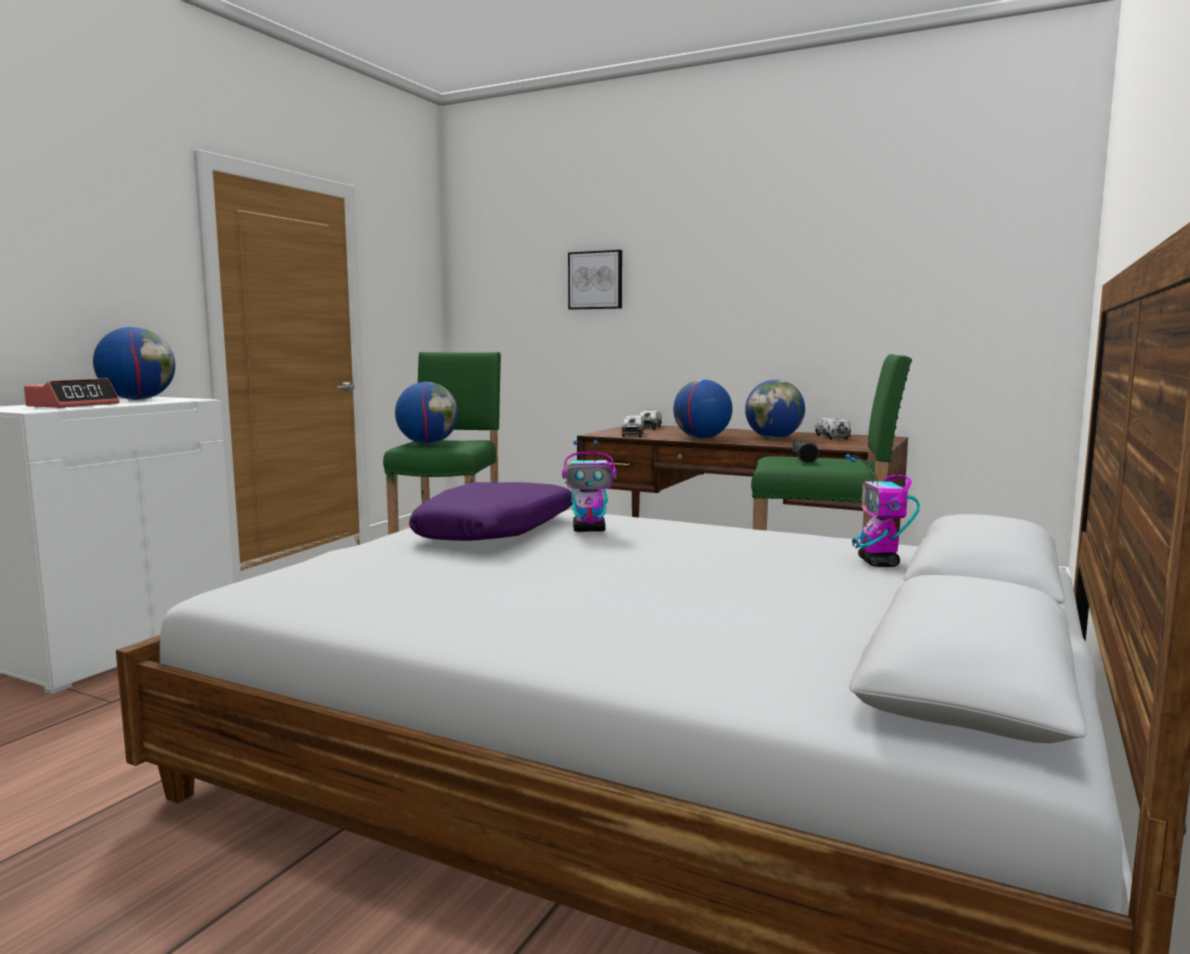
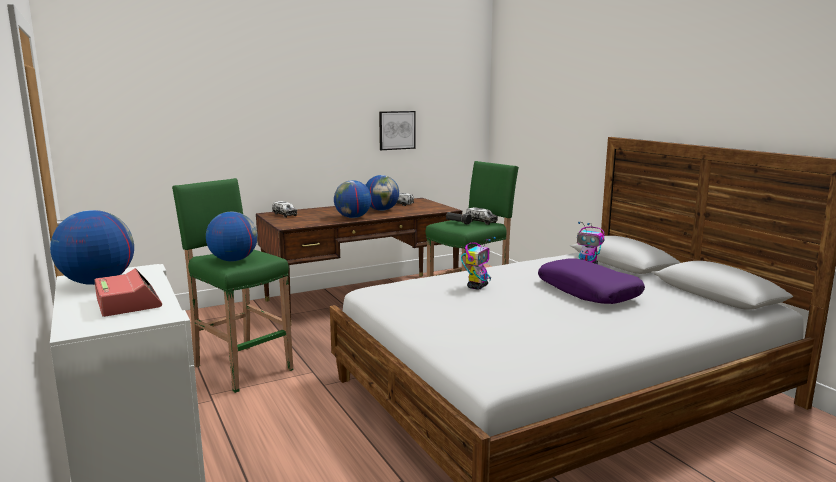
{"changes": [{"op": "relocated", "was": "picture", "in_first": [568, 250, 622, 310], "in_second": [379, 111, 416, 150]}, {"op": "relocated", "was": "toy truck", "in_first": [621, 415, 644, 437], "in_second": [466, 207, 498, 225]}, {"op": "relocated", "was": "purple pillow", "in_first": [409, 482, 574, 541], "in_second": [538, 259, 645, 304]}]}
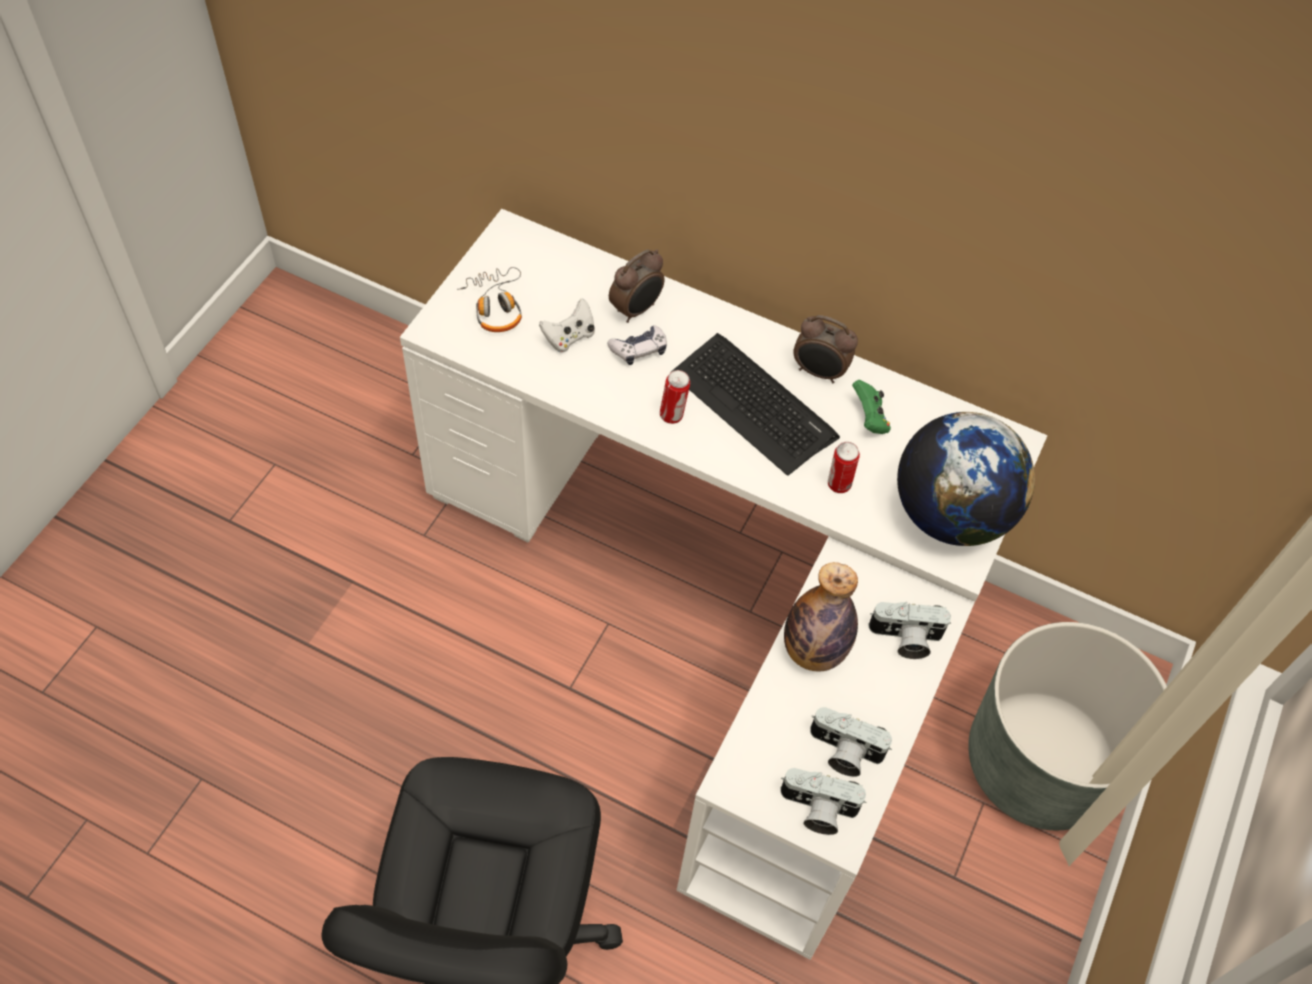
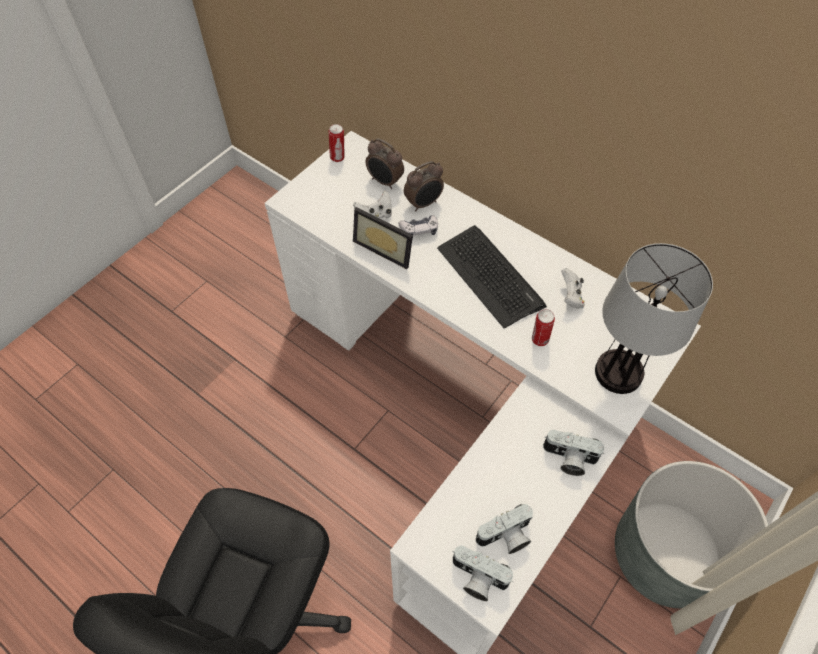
{"changes": [{"op": "relocated", "was": "can", "in_first": [660, 370, 690, 424], "in_second": [329, 124, 345, 162]}, {"op": "appeared", "now": "picture frame", "in_second": [353, 207, 413, 269]}, {"op": "relocated", "was": "alarm clock", "in_first": [793, 315, 858, 383], "in_second": [365, 138, 404, 189]}, {"op": "spun", "was": "photo camera", "in_first": [810, 707, 892, 777], "in_second": [476, 504, 533, 554], "clockwise": -60}, {"op": "colour", "was": "green game controller", "now": "white game controller", "in_first": [852, 380, 891, 434], "in_second": [561, 268, 585, 309]}, {"op": "exchanged", "was": "globe", "now": "table lamp", "in_first": [897, 412, 1035, 546], "in_second": [595, 243, 713, 394]}, {"op": "missing", "was": "headphones", "in_first": [457, 267, 522, 332]}, {"op": "missing", "was": "bottle", "in_first": [784, 562, 858, 672]}]}
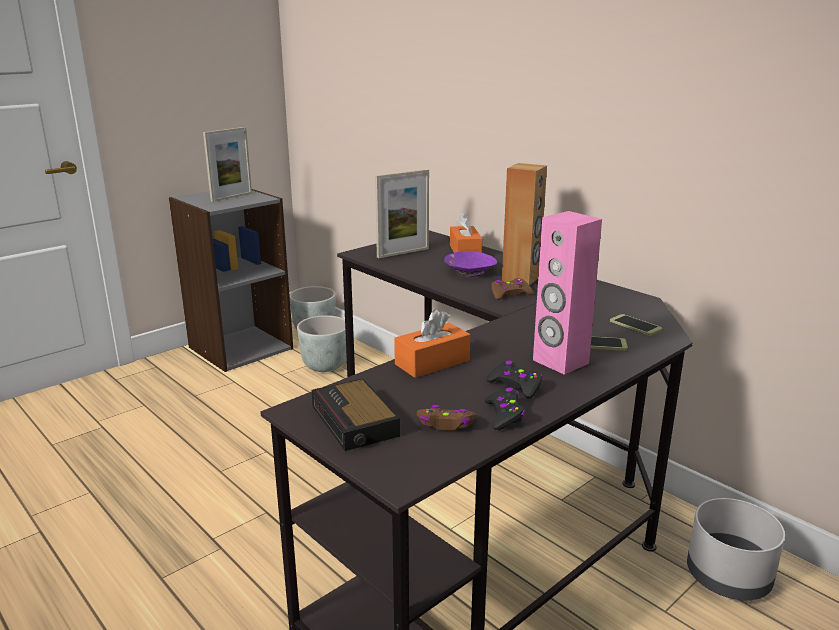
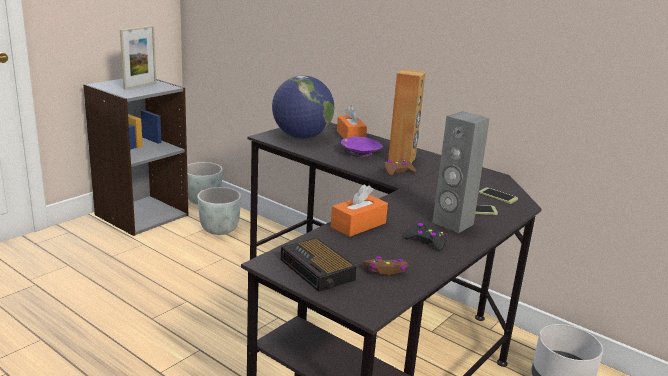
{"changes": [{"op": "exchanged", "was": "picture frame", "now": "globe", "in_first": [375, 169, 429, 258], "in_second": [272, 76, 334, 139]}, {"op": "colour", "was": "pink speaker", "now": "grey speaker", "in_first": [533, 211, 602, 375], "in_second": [432, 111, 490, 233]}, {"op": "missing", "was": "black game controller", "in_first": [485, 388, 525, 430]}]}
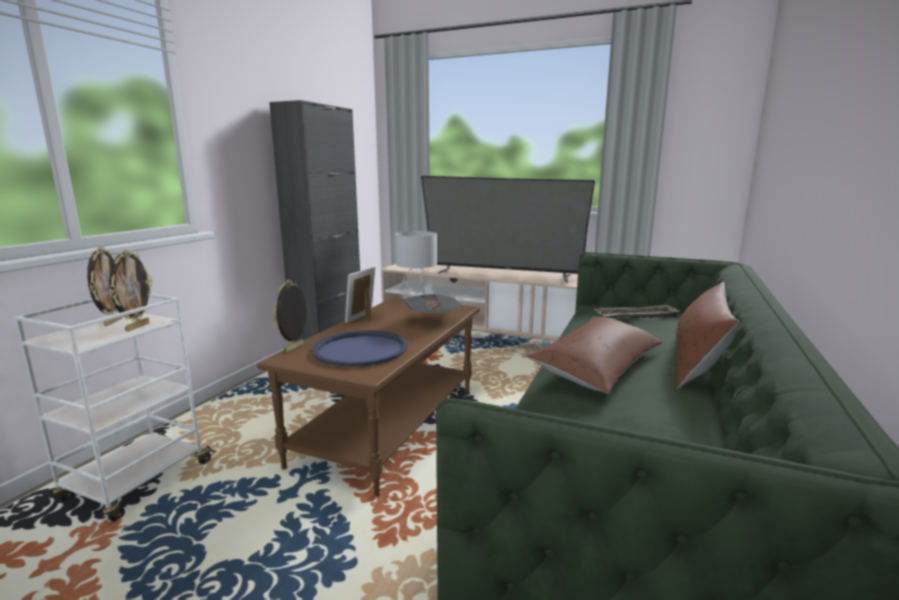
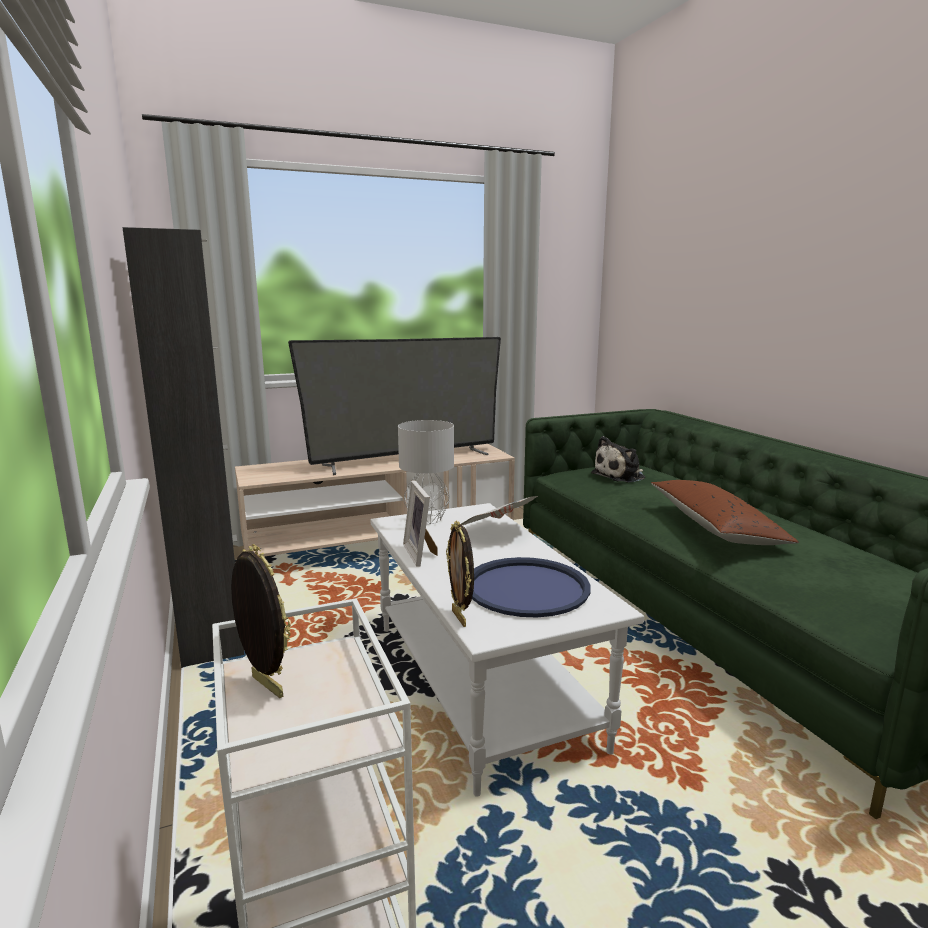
{"changes": [{"op": "colour", "was": "brown coffee table", "now": "white coffee table", "in_first": [257, 297, 480, 497], "in_second": [371, 503, 644, 797]}, {"op": "exchanged", "was": "tray", "now": "plush toy", "in_first": [593, 304, 679, 318], "in_second": [591, 436, 645, 483]}, {"op": "missing", "was": "picture frame", "in_first": [109, 249, 153, 332]}, {"op": "missing", "was": "brown pillow", "in_first": [675, 282, 739, 389]}]}
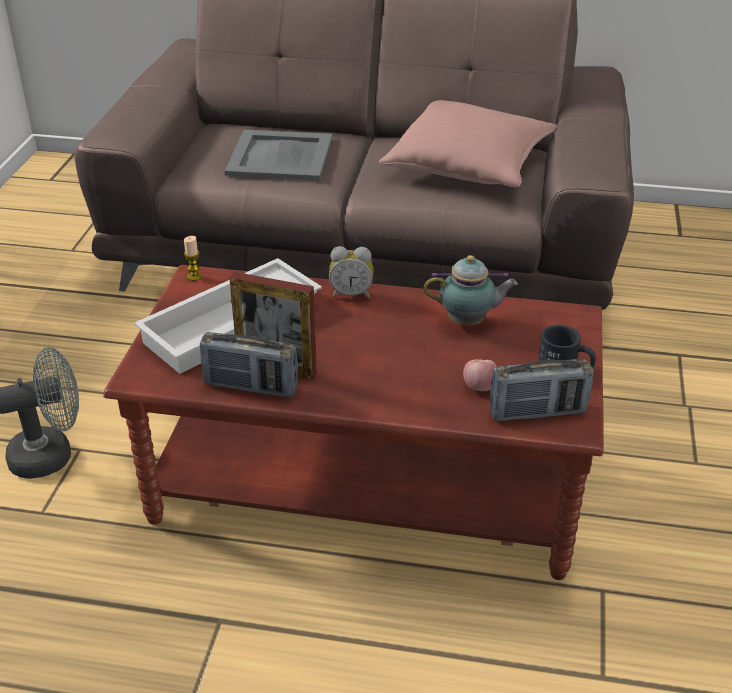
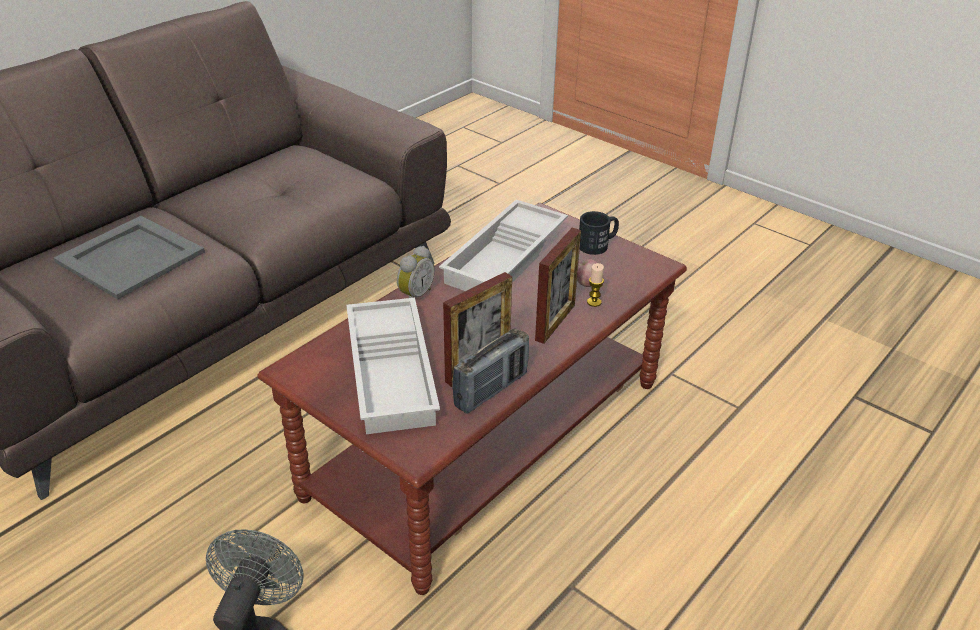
{"changes": [{"op": "exchanged", "was": "teapot", "now": "white tray", "in_first": [424, 255, 518, 326], "in_second": [439, 200, 568, 291]}, {"op": "appeared", "now": "picture frame", "in_second": [535, 228, 581, 344]}, {"op": "relocated", "was": "candle", "in_first": [184, 236, 202, 281], "in_second": [587, 263, 604, 307]}, {"op": "missing", "was": "pink pillow", "in_first": [379, 100, 557, 187]}, {"op": "missing", "was": "radio", "in_first": [489, 359, 594, 421]}]}
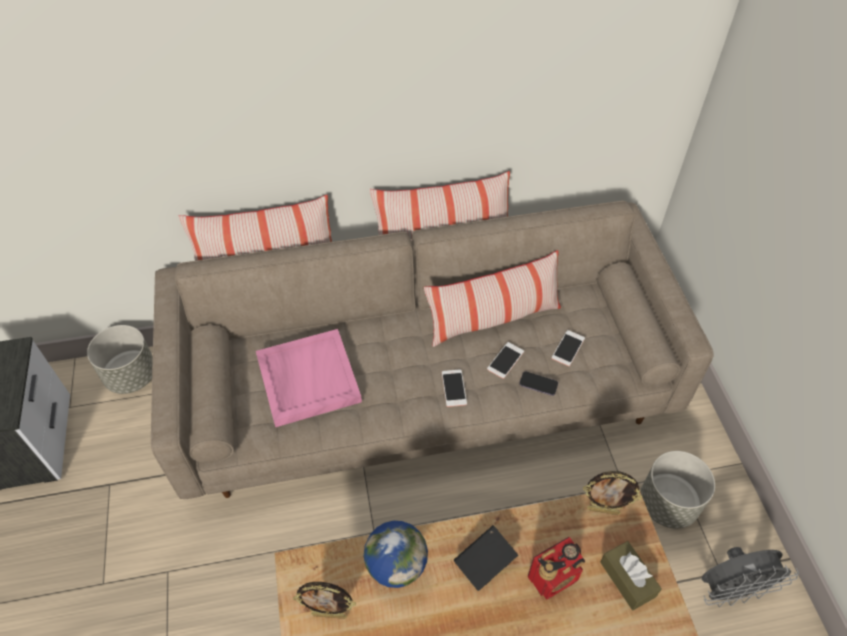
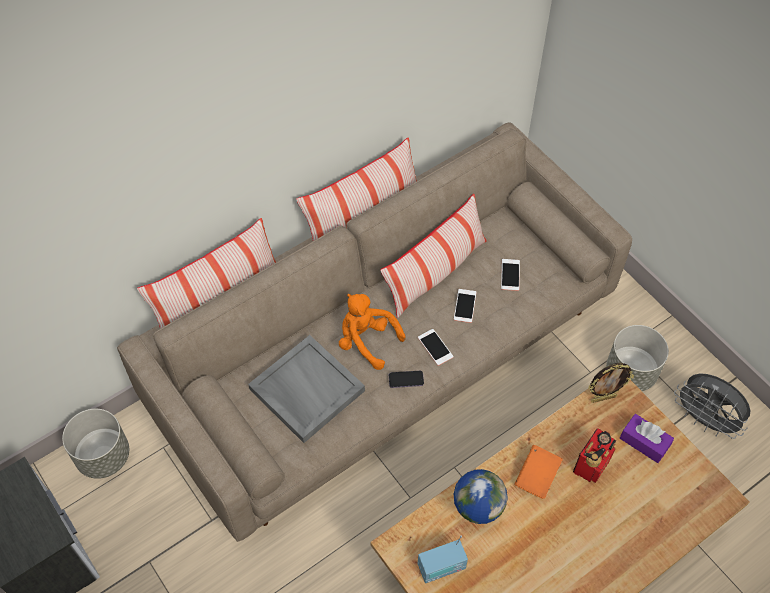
{"changes": [{"op": "colour", "was": "pink tray", "now": "grey tray", "in_first": [256, 329, 362, 427], "in_second": [248, 335, 365, 443]}, {"op": "appeared", "now": "orange plush toy", "in_second": [339, 294, 406, 370]}, {"op": "relocated", "was": "phone", "in_first": [519, 371, 558, 396], "in_second": [389, 371, 424, 388]}, {"op": "exchanged", "was": "picture frame", "now": "radio", "in_first": [293, 582, 356, 619], "in_second": [418, 536, 468, 583]}, {"op": "colour", "was": "black book", "now": "orange book", "in_first": [454, 525, 518, 591], "in_second": [514, 445, 563, 499]}, {"op": "colour", "was": "brown tissue box", "now": "purple tissue box", "in_first": [600, 541, 662, 610], "in_second": [620, 414, 674, 463]}, {"op": "spun", "was": "grey fan", "in_first": [702, 547, 799, 607], "in_second": [674, 374, 750, 439], "clockwise": 75}]}
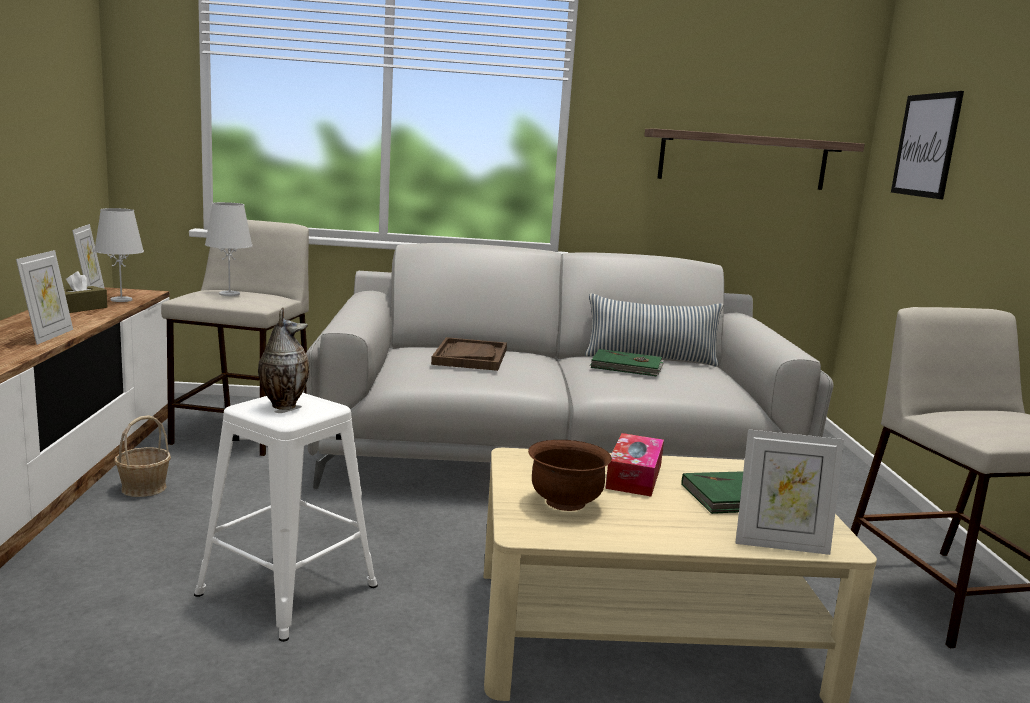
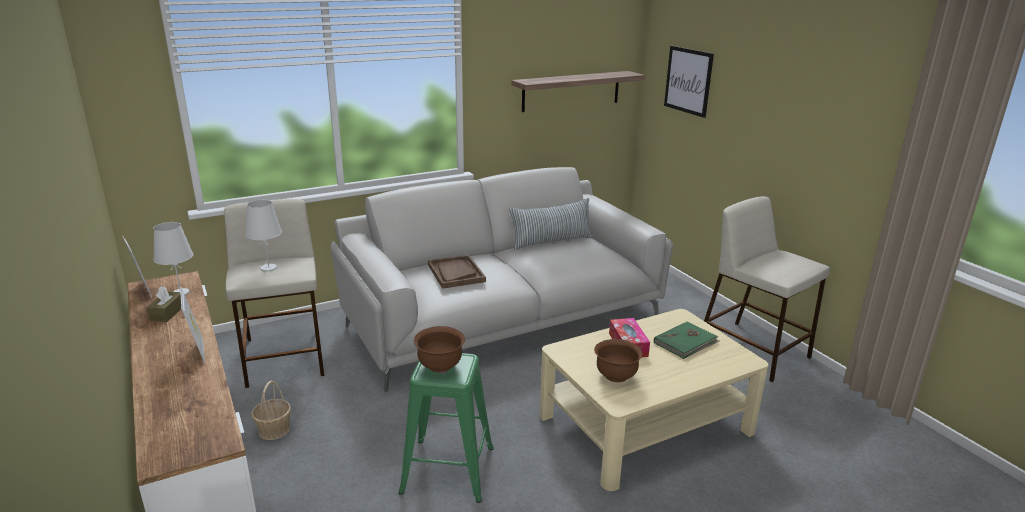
{"changes": [{"op": "colour", "was": "white stool", "now": "green stool", "in_first": [194, 393, 378, 642], "in_second": [399, 353, 494, 503]}, {"op": "exchanged", "was": "vase", "now": "brown bowl", "in_first": [258, 307, 309, 410], "in_second": [414, 326, 465, 373]}, {"op": "missing", "was": "green book", "in_first": [590, 349, 664, 377]}, {"op": "missing", "was": "picture frame", "in_first": [735, 429, 844, 555]}]}
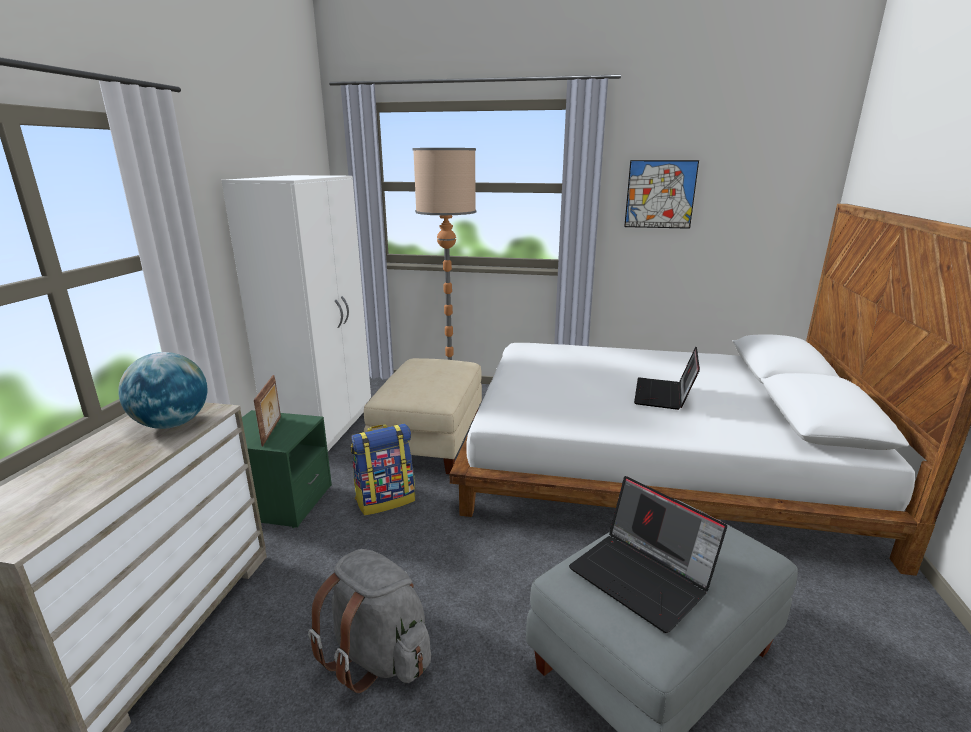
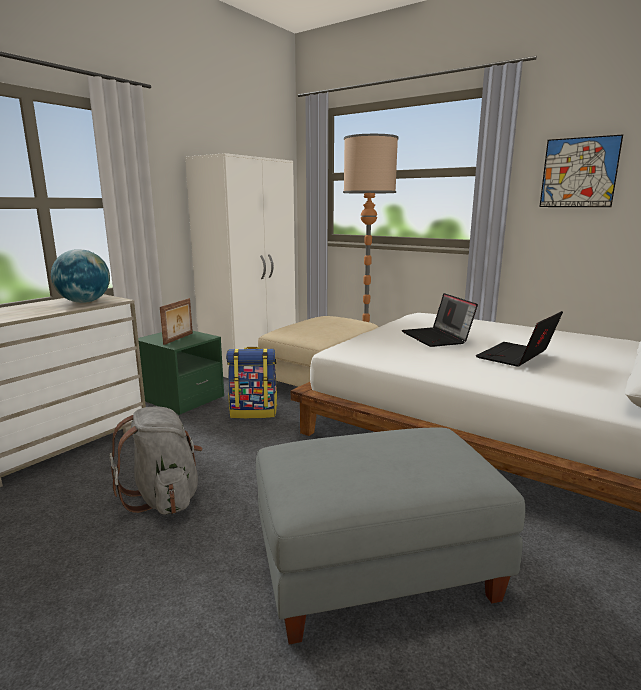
{"changes": [{"op": "relocated", "was": "laptop", "in_first": [569, 476, 727, 633], "in_second": [402, 293, 478, 347]}]}
